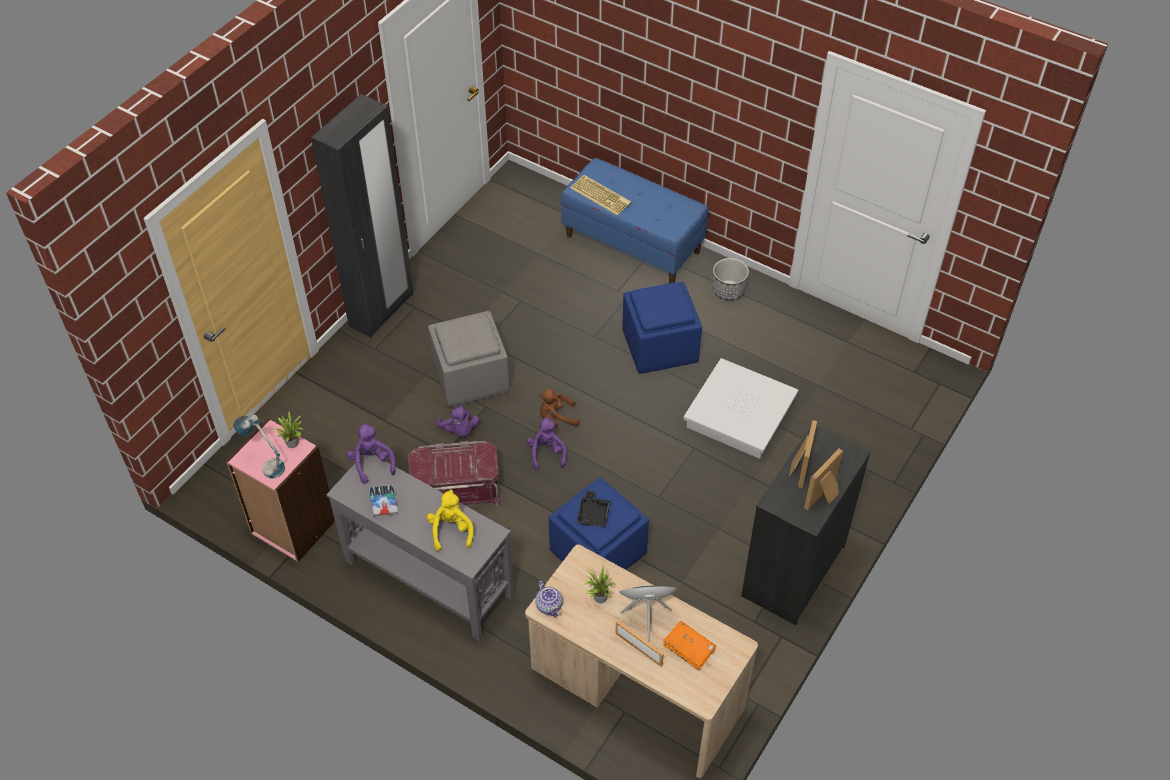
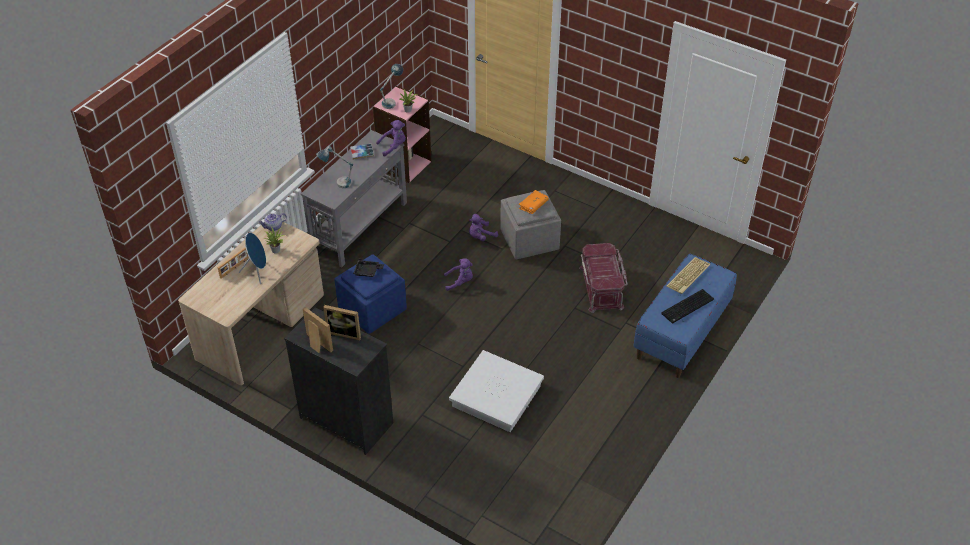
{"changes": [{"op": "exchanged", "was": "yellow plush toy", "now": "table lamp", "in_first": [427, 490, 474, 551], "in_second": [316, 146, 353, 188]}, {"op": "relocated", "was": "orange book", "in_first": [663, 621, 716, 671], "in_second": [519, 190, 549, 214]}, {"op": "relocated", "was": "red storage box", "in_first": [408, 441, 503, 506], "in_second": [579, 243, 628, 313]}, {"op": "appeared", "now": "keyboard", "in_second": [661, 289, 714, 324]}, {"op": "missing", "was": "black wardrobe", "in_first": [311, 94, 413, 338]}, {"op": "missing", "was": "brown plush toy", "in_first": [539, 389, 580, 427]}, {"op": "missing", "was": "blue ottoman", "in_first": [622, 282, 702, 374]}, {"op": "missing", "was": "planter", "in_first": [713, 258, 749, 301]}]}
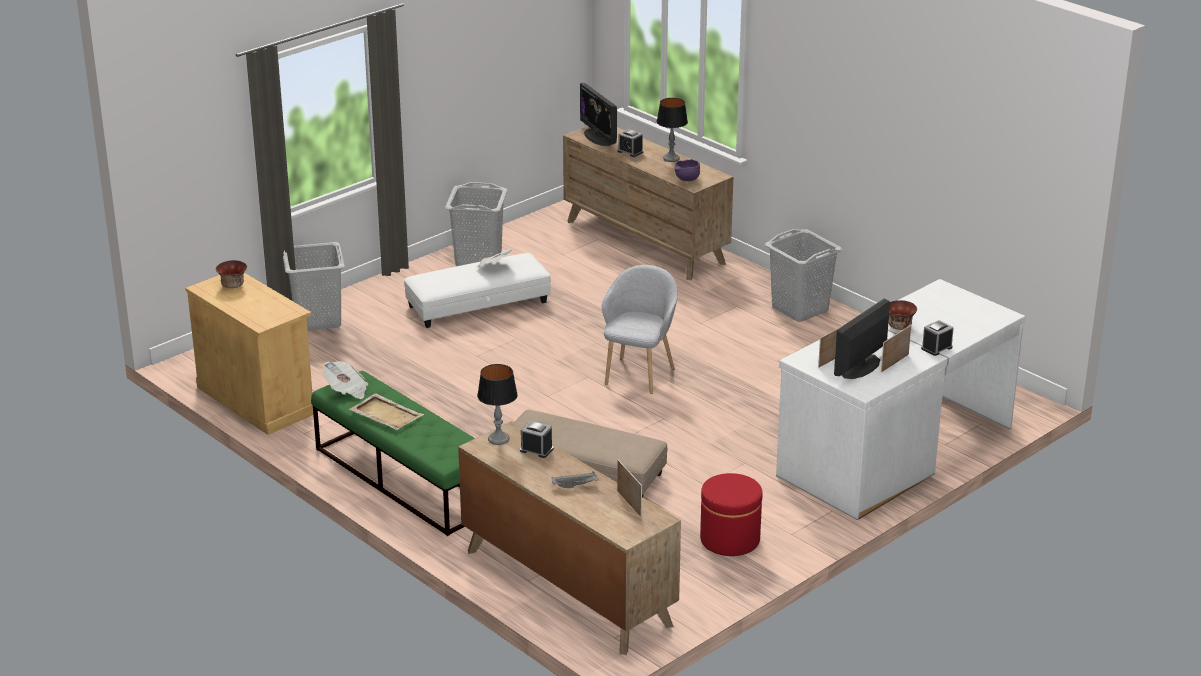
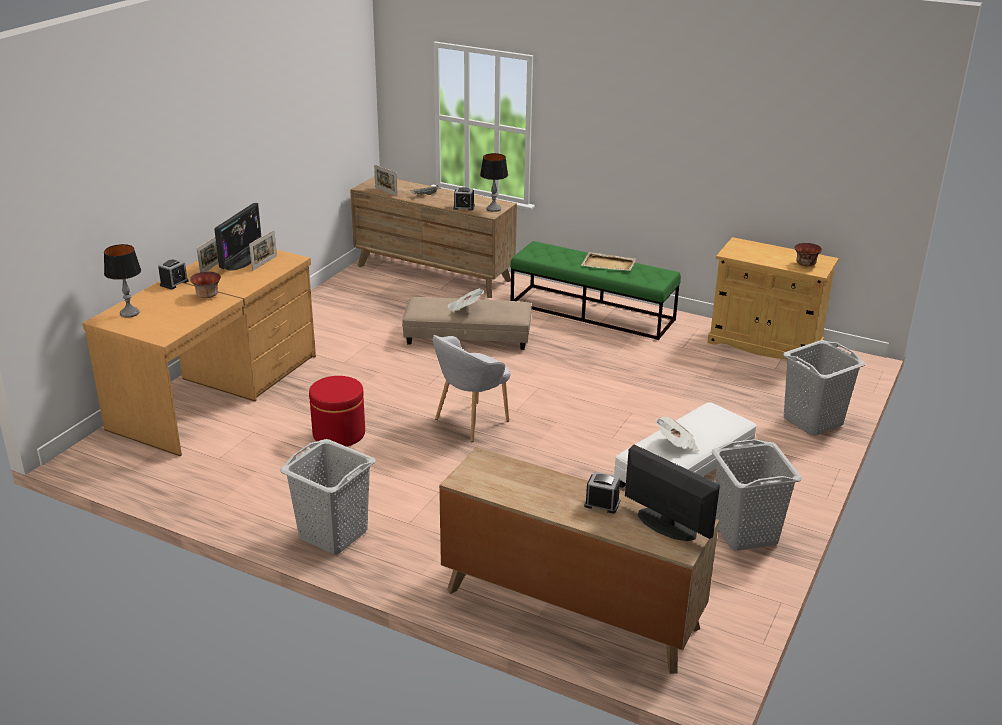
{"changes": [{"op": "colour", "was": "white desk", "now": "brown desk", "in_first": [776, 279, 1025, 520], "in_second": [82, 250, 316, 456]}, {"op": "relocated", "was": "table lamp", "in_first": [657, 98, 688, 162], "in_second": [104, 244, 141, 318]}, {"op": "relocated", "was": "red ottoman", "in_first": [700, 473, 763, 556], "in_second": [309, 376, 365, 447]}, {"op": "spun", "was": "grey armchair", "in_first": [602, 265, 677, 394], "in_second": [433, 335, 511, 442], "clockwise": 45}, {"op": "relocated", "was": "newspaper", "in_first": [323, 361, 369, 399], "in_second": [448, 288, 484, 312]}, {"op": "missing", "was": "purple bowl", "in_first": [674, 159, 700, 181]}]}
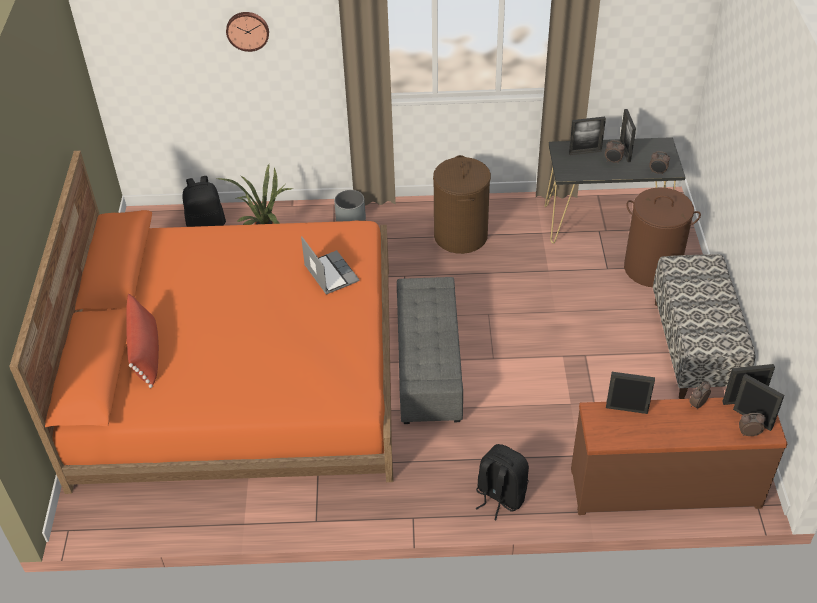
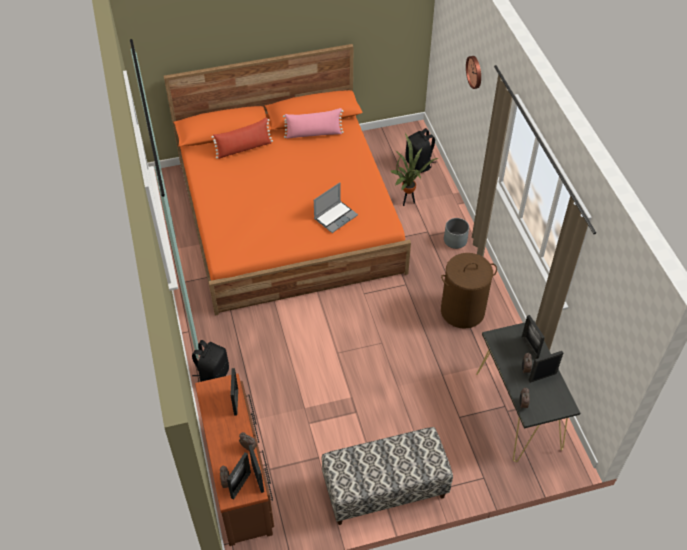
{"changes": [{"op": "appeared", "now": "pink pillow", "in_second": [283, 108, 344, 139]}, {"op": "missing", "was": "grey ottoman", "in_first": [397, 277, 463, 424]}, {"op": "missing", "was": "brown laundry basket", "in_first": [624, 187, 701, 287]}]}
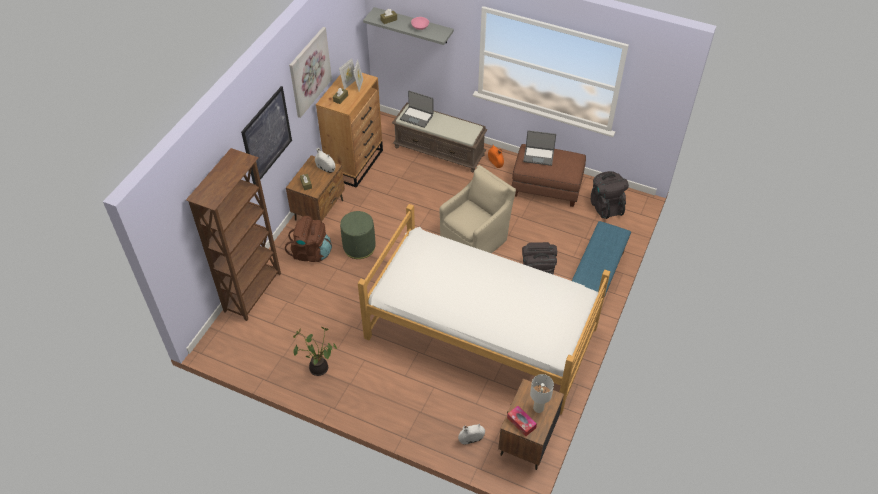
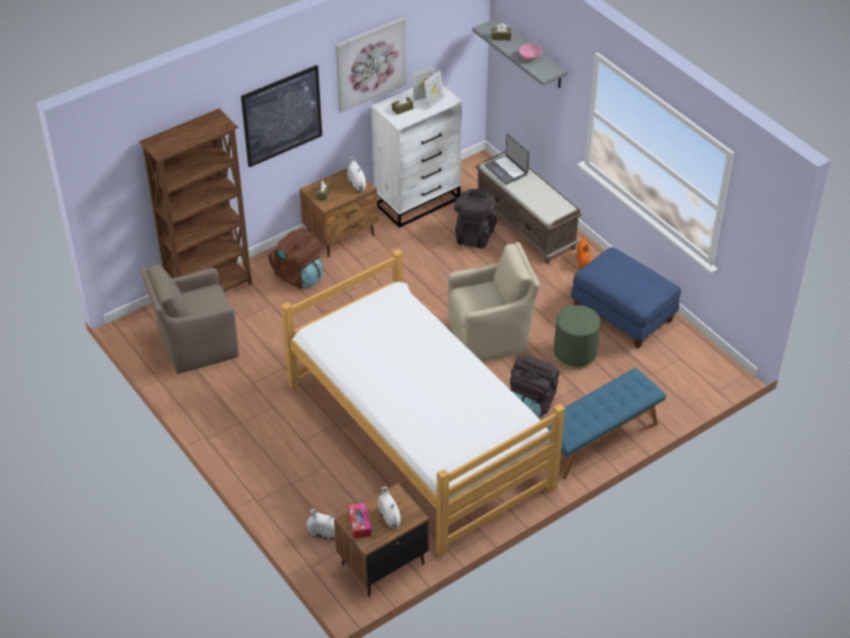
{"changes": [{"op": "appeared", "now": "brown armchair", "in_second": [140, 264, 239, 374]}, {"op": "colour", "was": "brown dresser", "now": "white dresser", "in_first": [316, 73, 383, 188], "in_second": [371, 86, 462, 228]}, {"op": "exchanged", "was": "white table lamp", "now": "white vase", "in_first": [530, 374, 554, 413], "in_second": [378, 486, 401, 529]}, {"op": "relocated", "was": "black backpack", "in_first": [591, 171, 629, 219], "in_second": [454, 189, 497, 248]}, {"op": "relocated", "was": "green ottoman", "in_first": [340, 211, 376, 259], "in_second": [554, 305, 600, 369]}, {"op": "colour", "was": "brown ottoman", "now": "blue ottoman", "in_first": [512, 144, 586, 207], "in_second": [571, 247, 681, 349]}, {"op": "missing", "was": "potted plant", "in_first": [293, 327, 337, 376]}, {"op": "missing", "was": "laptop", "in_first": [523, 131, 556, 166]}]}
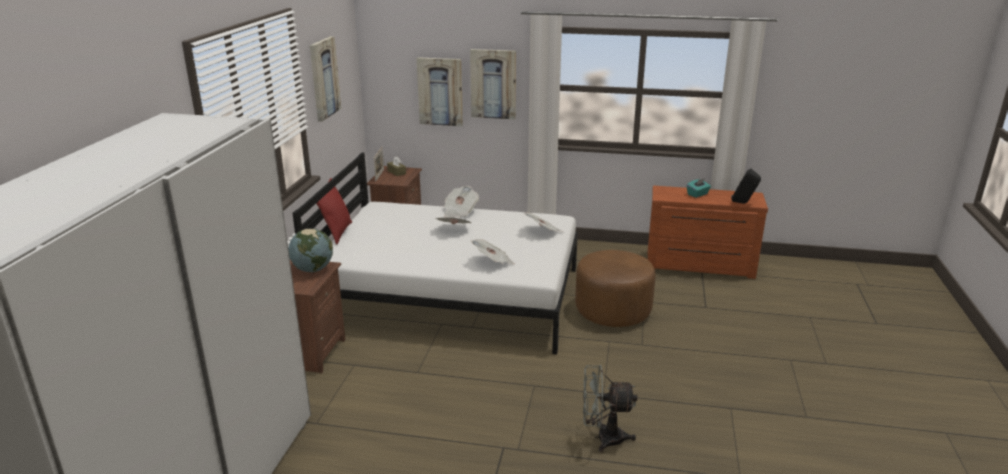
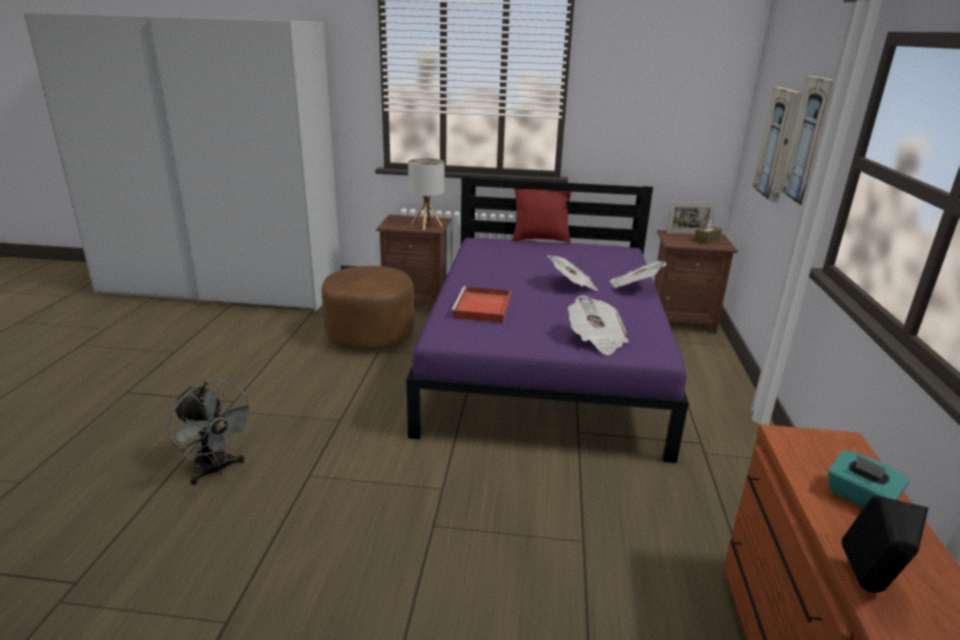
{"changes": [{"op": "spun", "was": "grey fan", "in_first": [583, 364, 638, 452], "in_second": [167, 380, 256, 485], "clockwise": 135}, {"op": "relocated", "was": "brown ottoman", "in_first": [575, 250, 656, 327], "in_second": [322, 266, 414, 350]}, {"op": "colour", "was": "white bed", "now": "purple bed", "in_first": [293, 152, 578, 355], "in_second": [406, 177, 689, 463]}, {"op": "exchanged", "was": "globe", "now": "table lamp", "in_first": [288, 229, 333, 272], "in_second": [408, 158, 445, 230]}, {"op": "exchanged", "was": "newspaper", "now": "red tray", "in_first": [471, 239, 515, 264], "in_second": [450, 286, 511, 323]}, {"op": "missing", "was": "picture", "in_first": [310, 36, 341, 122]}]}
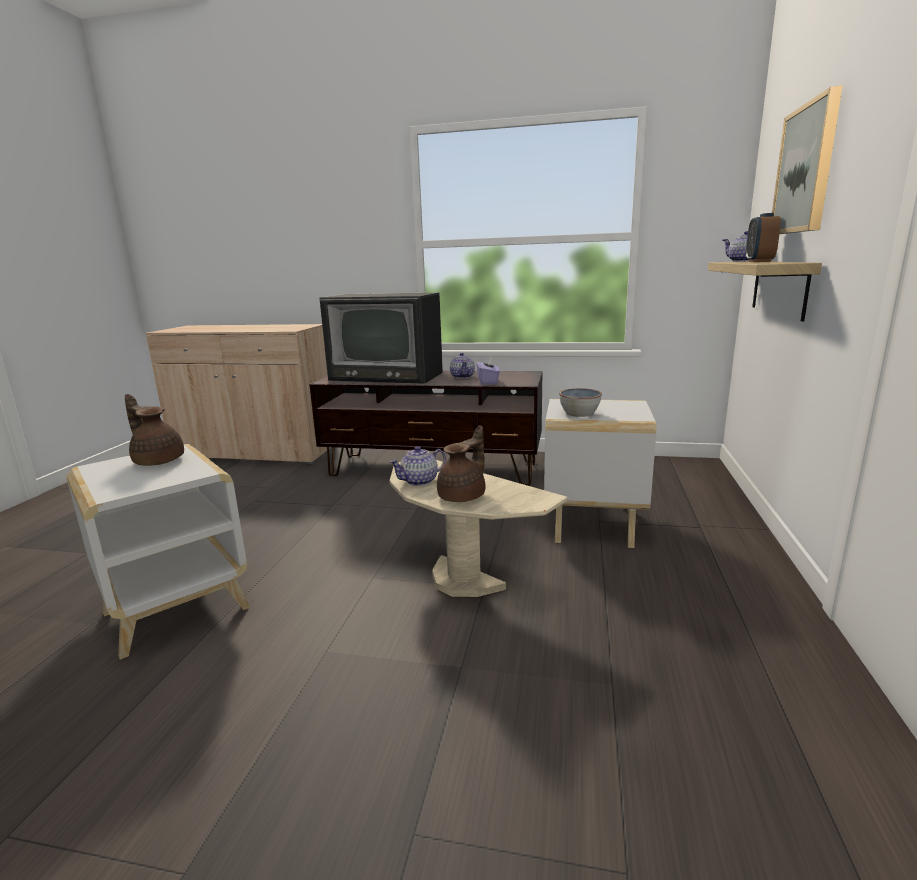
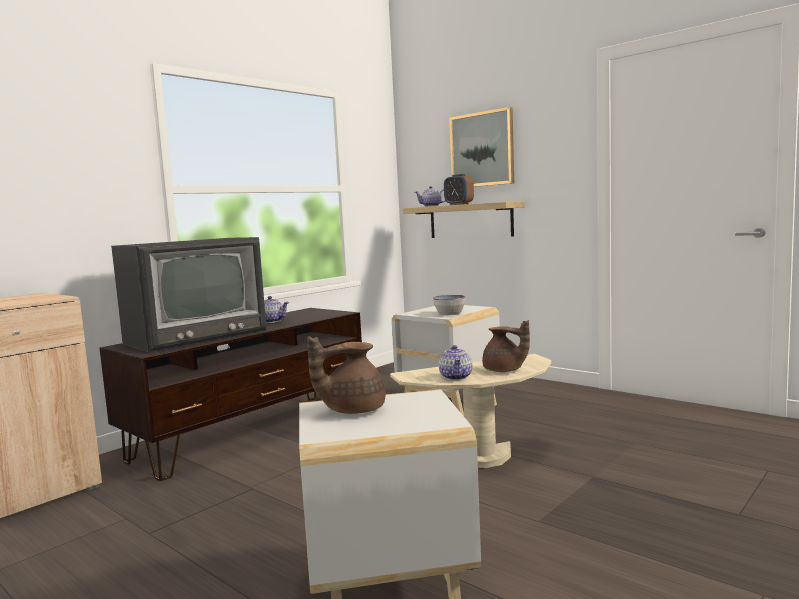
{"changes": [{"op": "spun", "was": "brown teapot", "in_first": [437, 425, 486, 502], "in_second": [482, 320, 530, 372], "clockwise": 150}, {"op": "missing", "was": "purple tissue box", "in_first": [476, 357, 500, 385]}]}
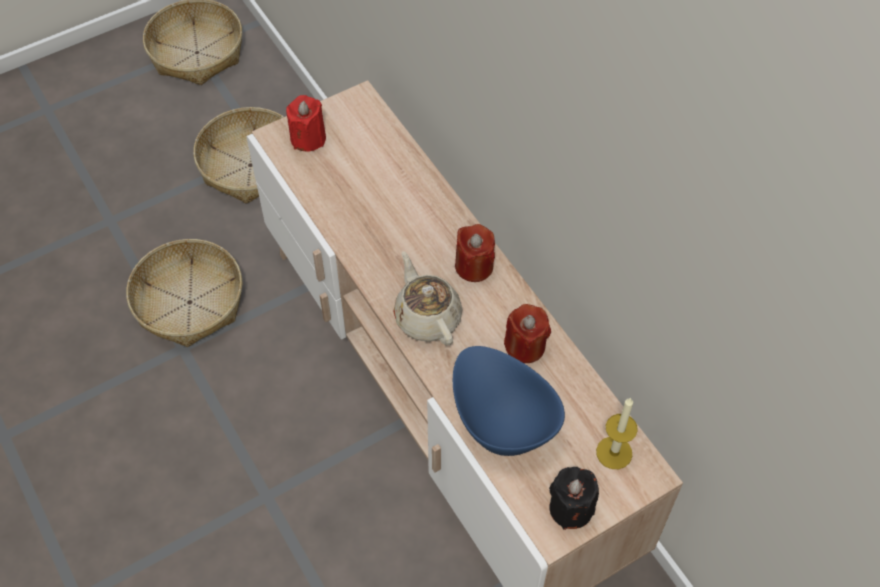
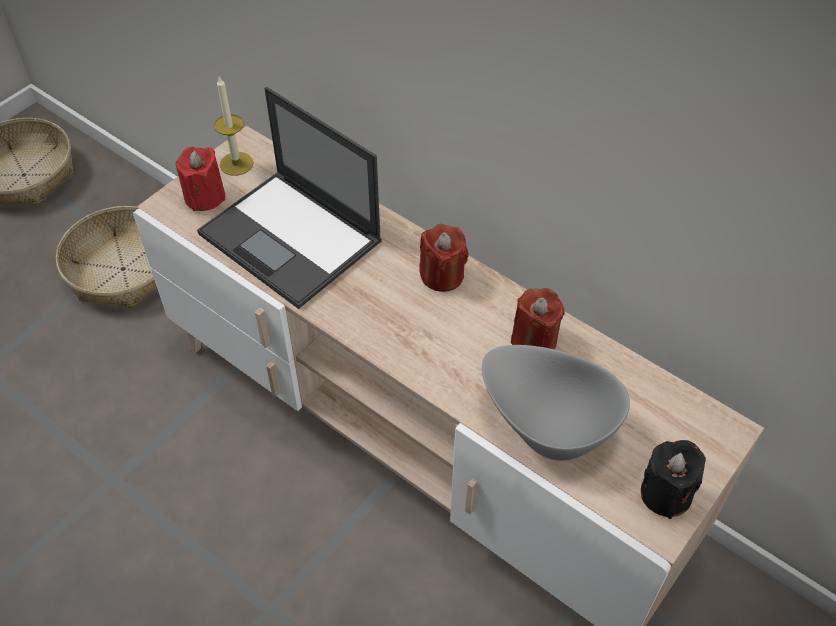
{"changes": [{"op": "appeared", "now": "laptop", "in_second": [197, 87, 382, 309]}, {"op": "relocated", "was": "candle", "in_first": [596, 397, 638, 469], "in_second": [214, 76, 254, 176]}, {"op": "colour", "was": "blue bowl", "now": "grey bowl", "in_first": [453, 346, 565, 456], "in_second": [482, 345, 630, 460]}, {"op": "missing", "was": "basket", "in_first": [126, 239, 242, 347]}, {"op": "missing", "was": "beige teapot", "in_first": [393, 251, 463, 345]}]}
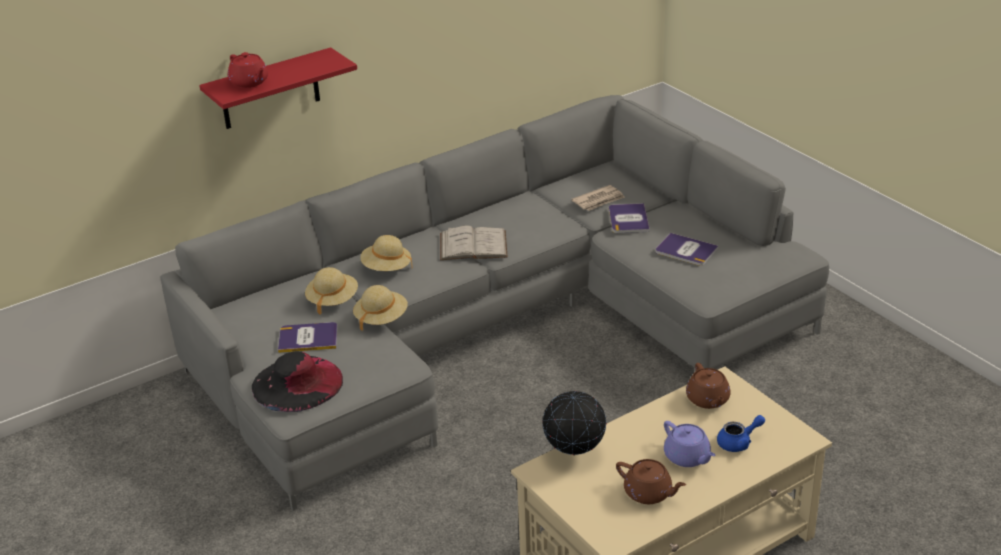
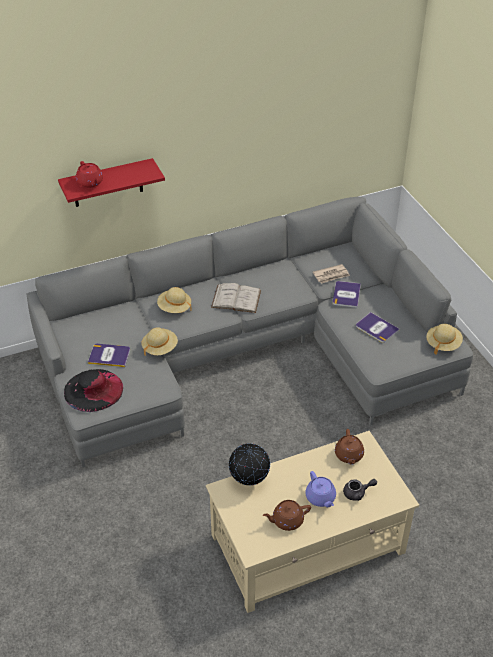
{"changes": [{"op": "spun", "was": "brown teapot", "in_first": [616, 459, 686, 504], "in_second": [263, 500, 311, 531], "clockwise": 120}, {"op": "colour", "was": "blue teapot", "now": "grey teapot", "in_first": [717, 415, 765, 452], "in_second": [343, 479, 377, 501]}, {"op": "relocated", "was": "beige hat", "in_first": [305, 267, 358, 315], "in_second": [426, 324, 463, 355]}]}
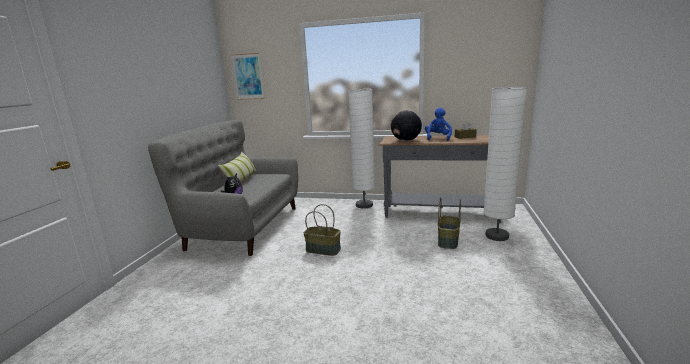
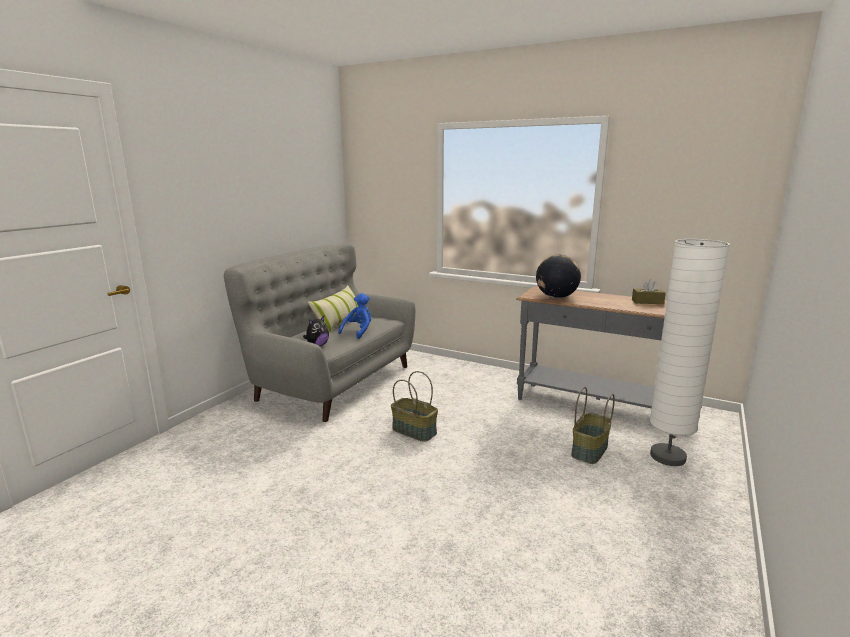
{"changes": [{"op": "relocated", "was": "blue plush toy", "in_first": [425, 108, 452, 141], "in_second": [338, 293, 371, 339]}, {"op": "missing", "was": "picture", "in_first": [232, 53, 264, 100]}, {"op": "missing", "was": "white floor lamp", "in_first": [348, 89, 375, 209]}]}
